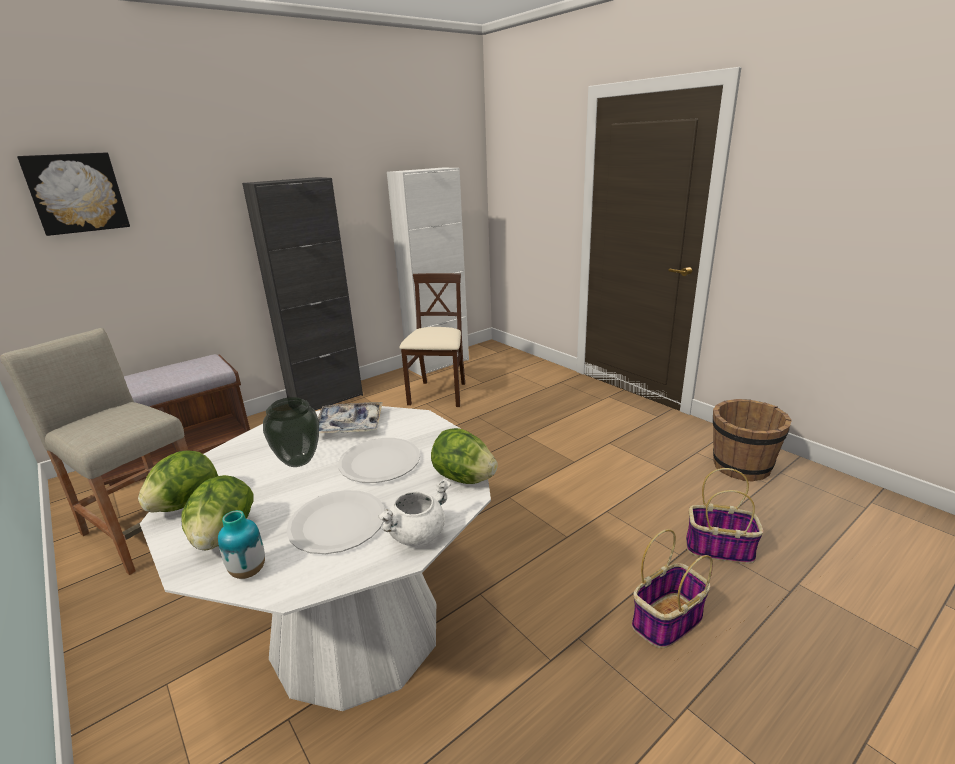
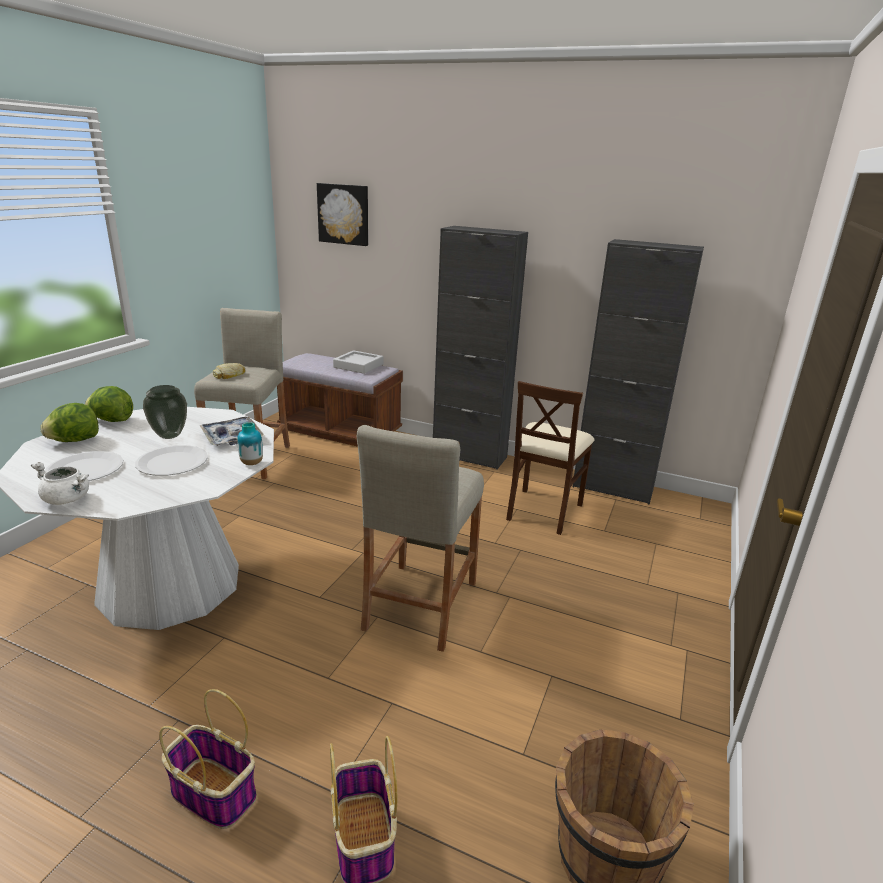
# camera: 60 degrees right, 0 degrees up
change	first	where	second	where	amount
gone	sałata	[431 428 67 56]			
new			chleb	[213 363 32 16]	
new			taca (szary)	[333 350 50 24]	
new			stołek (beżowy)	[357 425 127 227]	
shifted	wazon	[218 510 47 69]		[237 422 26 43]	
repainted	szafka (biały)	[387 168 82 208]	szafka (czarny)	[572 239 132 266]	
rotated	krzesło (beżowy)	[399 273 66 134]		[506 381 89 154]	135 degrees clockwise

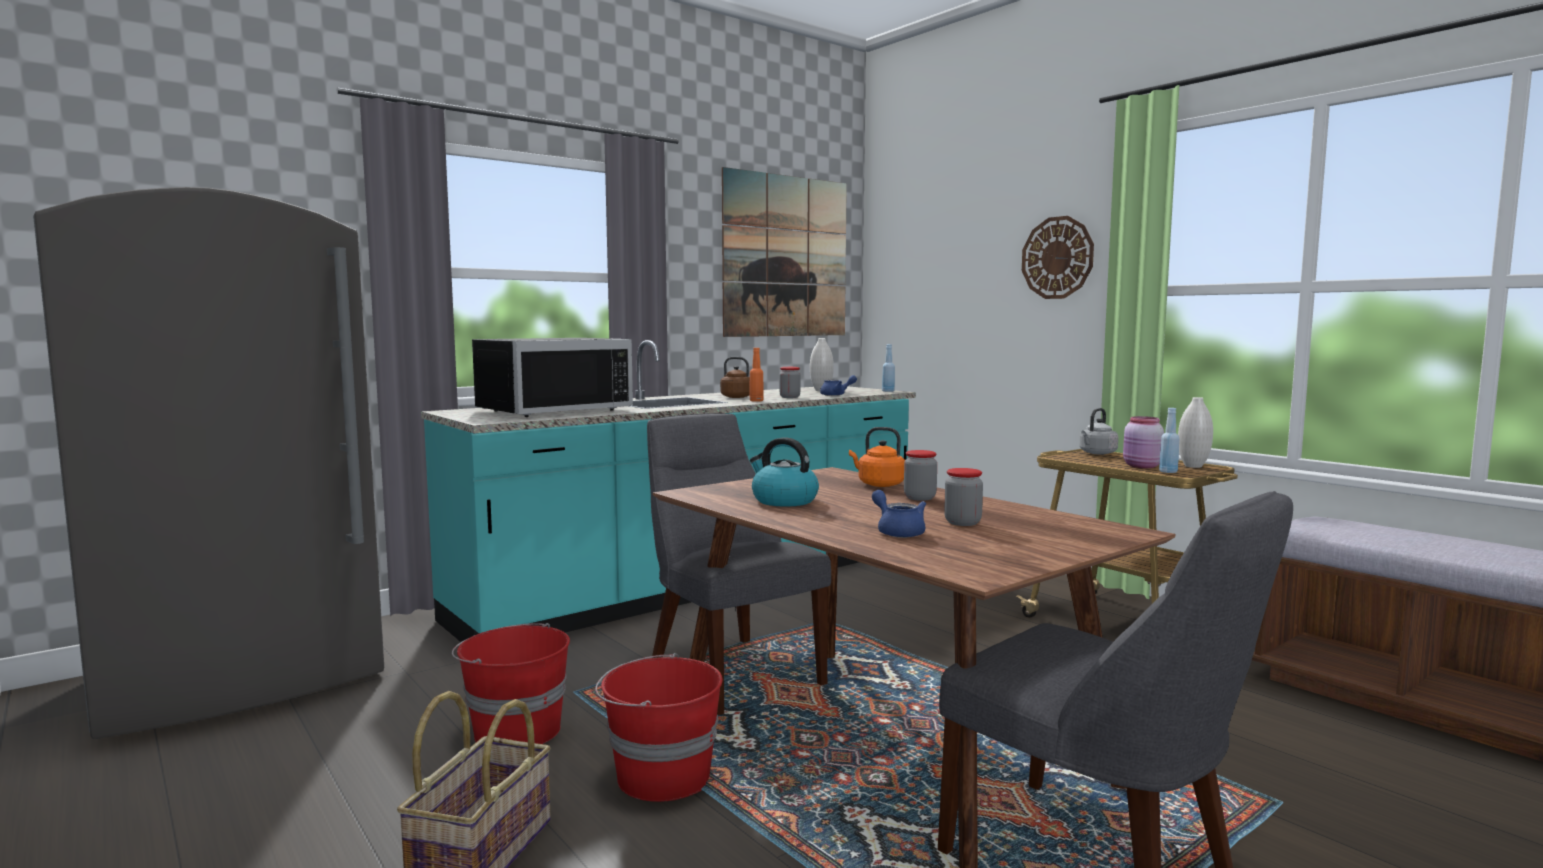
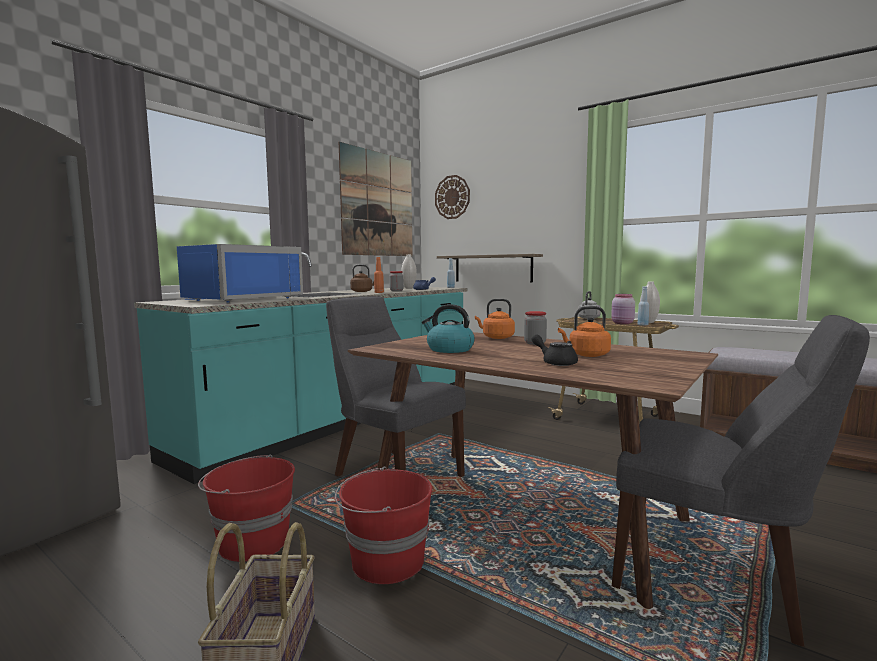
# camera: 15 degrees left, 0 degrees up
change	first	where	second	where	amount
new			półka	[437 254 106 28]	
shifted	zegar ścienny	[1022 216 72 83]		[435 175 35 44]	
swapped	słoik	[944 468 39 58]	czajnik (pomarańczowy)	[558 306 53 51]	
repainted	mikrofalówka (czarny)	[472 338 161 79]	mikrofalówka (niebieski)	[177 244 126 59]	
repainted	imbryk (niebieski)	[872 490 54 48]	imbryk (czarny)	[532 335 46 31]	

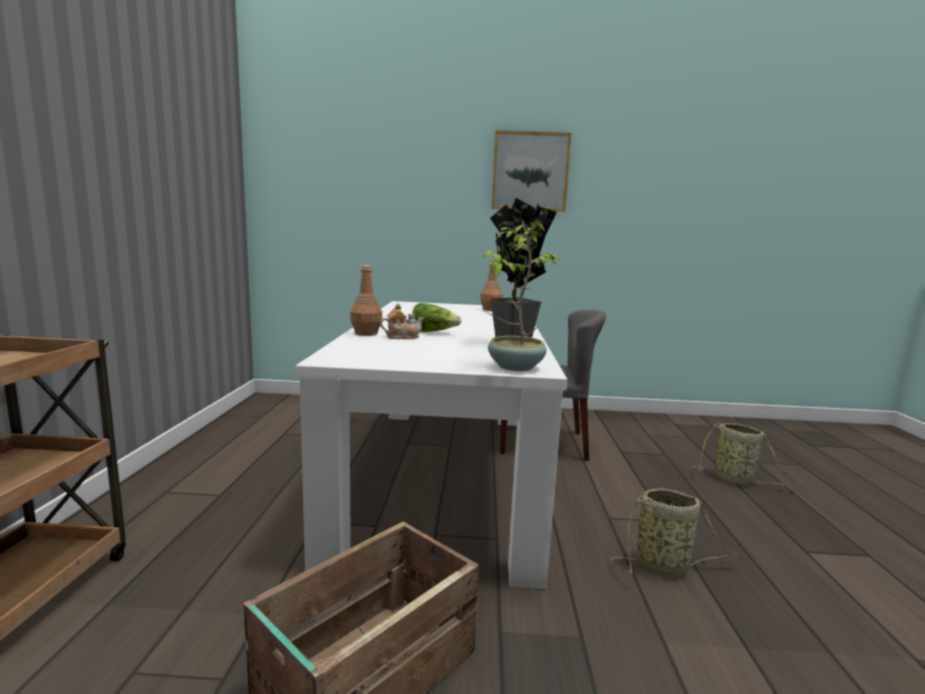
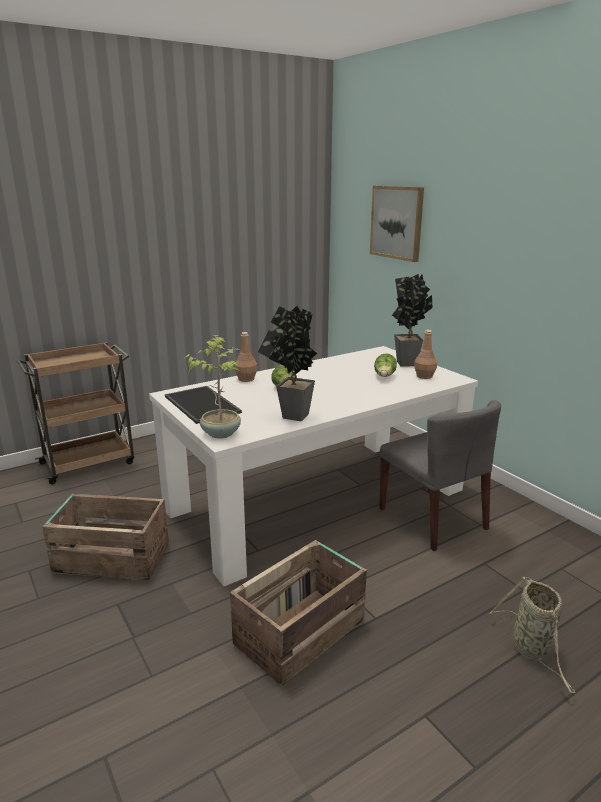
# camera: 55 degrees right, 10 degrees up
change	first	where	second	where	amount
gone	imbryk	[380 303 44 36]			
new			taca	[165 386 77 38]	
new			sałata	[374 353 23 24]	
new			roślina doniczkowa	[392 274 40 93]	
shifted	obraz	[491 130 80 82]		[370 186 54 76]	
swapped	koszyk	[610 488 129 89]	skrzynka	[230 540 137 146]	

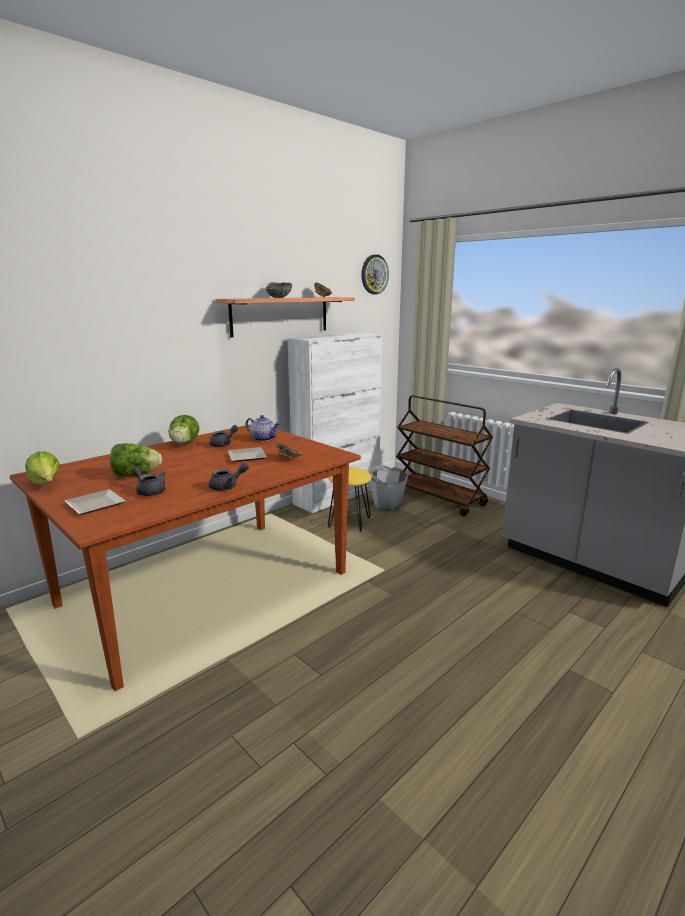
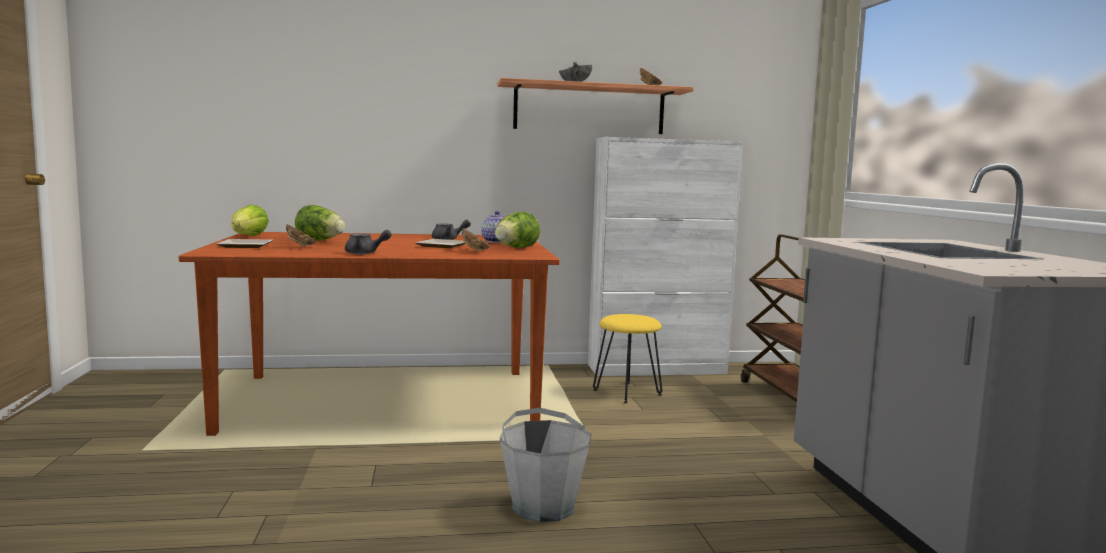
# camera: 35 degrees right, 10 degrees down
change	first	where	second	where	amount
gone	zegar ścienny	[361 254 28 40]			
shifted	sałata	[168 415 32 29]		[495 212 45 36]	
shifted	wiadro (szary)	[370 466 37 45]		[500 408 91 114]	
swapped	imbryk (szary)	[132 466 34 30]	miska	[286 224 31 23]	

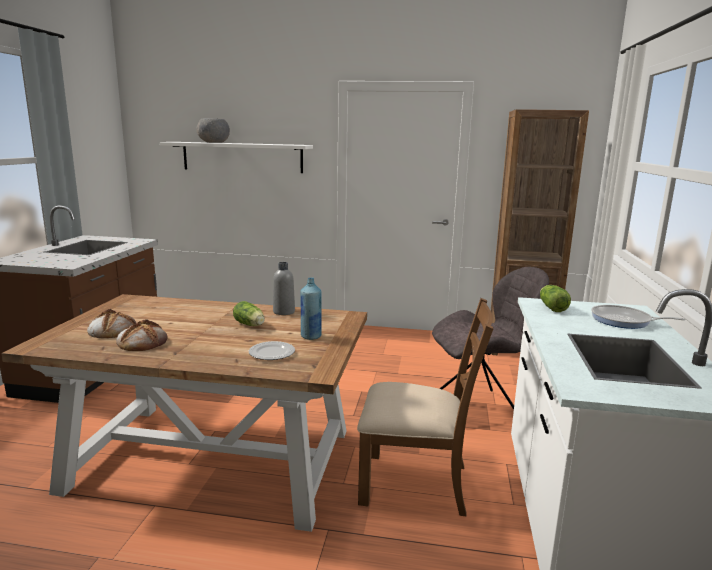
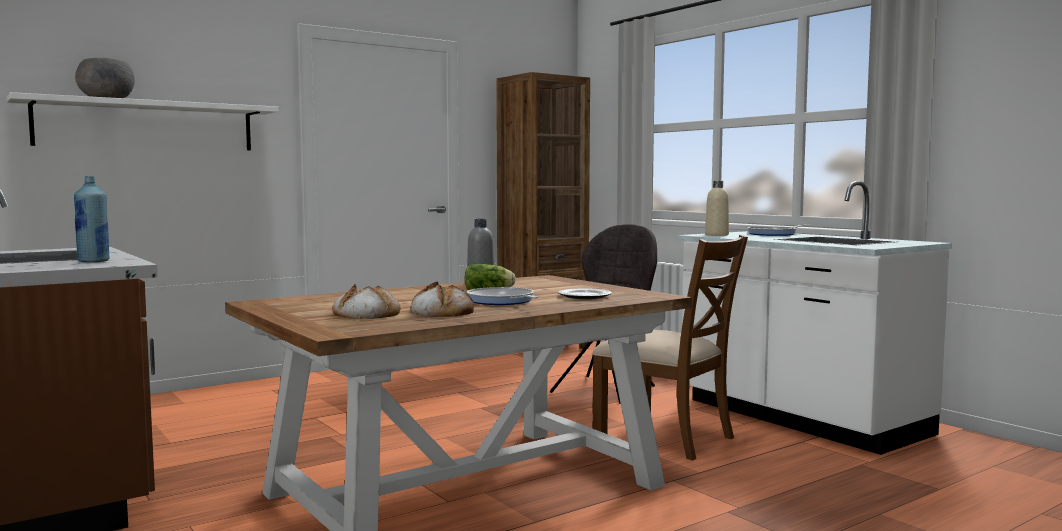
# camera: 45 degrees left, 10 degrees down
change	first	where	second	where	amount
new			patelnia	[467 287 71 18]	
shifted	butelka (niebieski)	[301 277 21 63]		[74 176 36 87]	
swapped	sałata	[540 285 31 27]	butelka (beżowy)	[705 181 24 55]	
rotated	krzesło (brązowy)	[357 298 136 218]		[592 235 156 225]	75 degrees clockwise

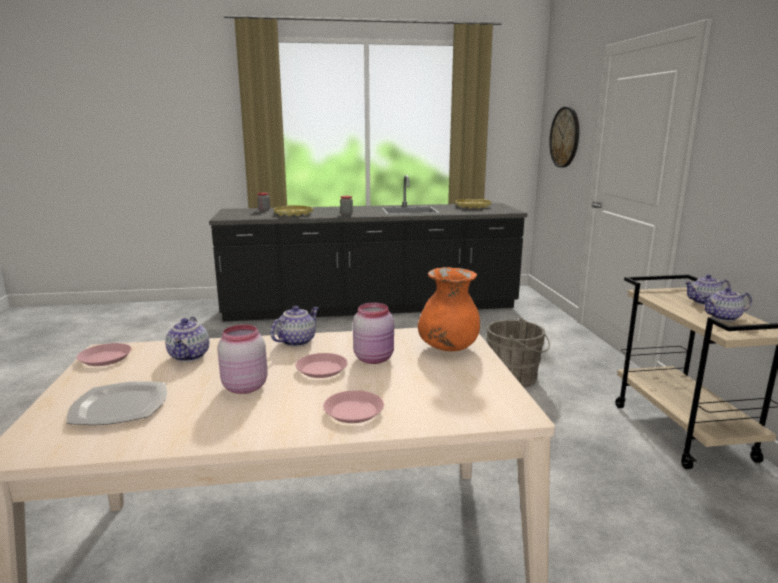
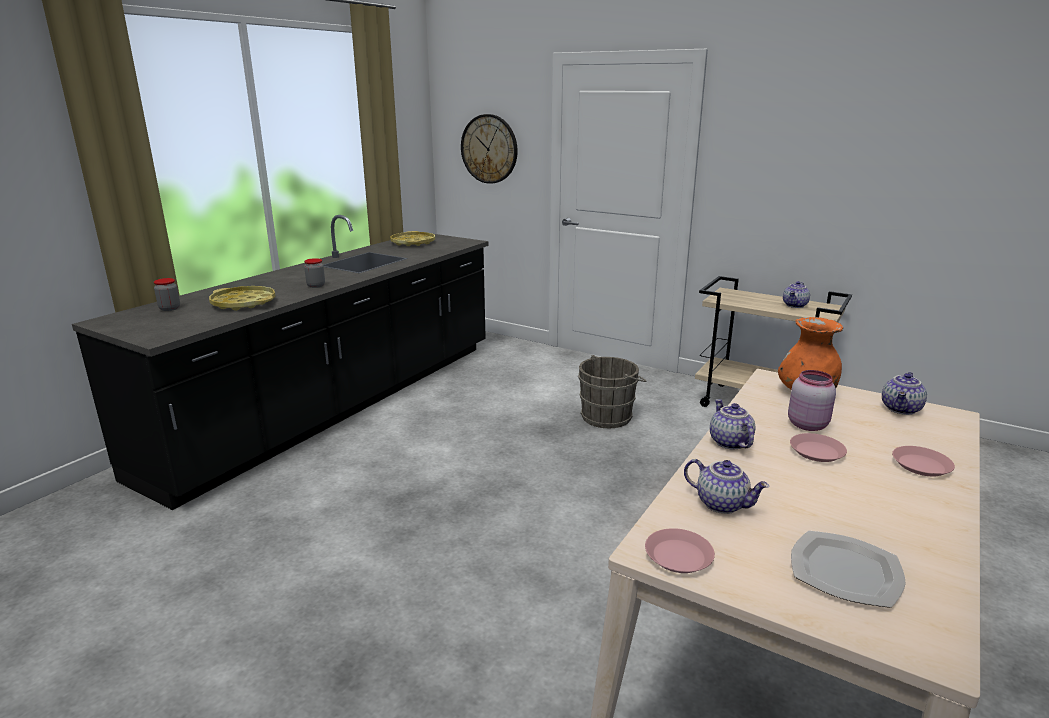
# camera: 50 degrees left, 5 degrees up
change	first	where	second	where	amount
gone	słoik (różowy)	[217 324 51 70]			
shifted	imbryk	[684 275 47 30]		[882 372 45 43]	

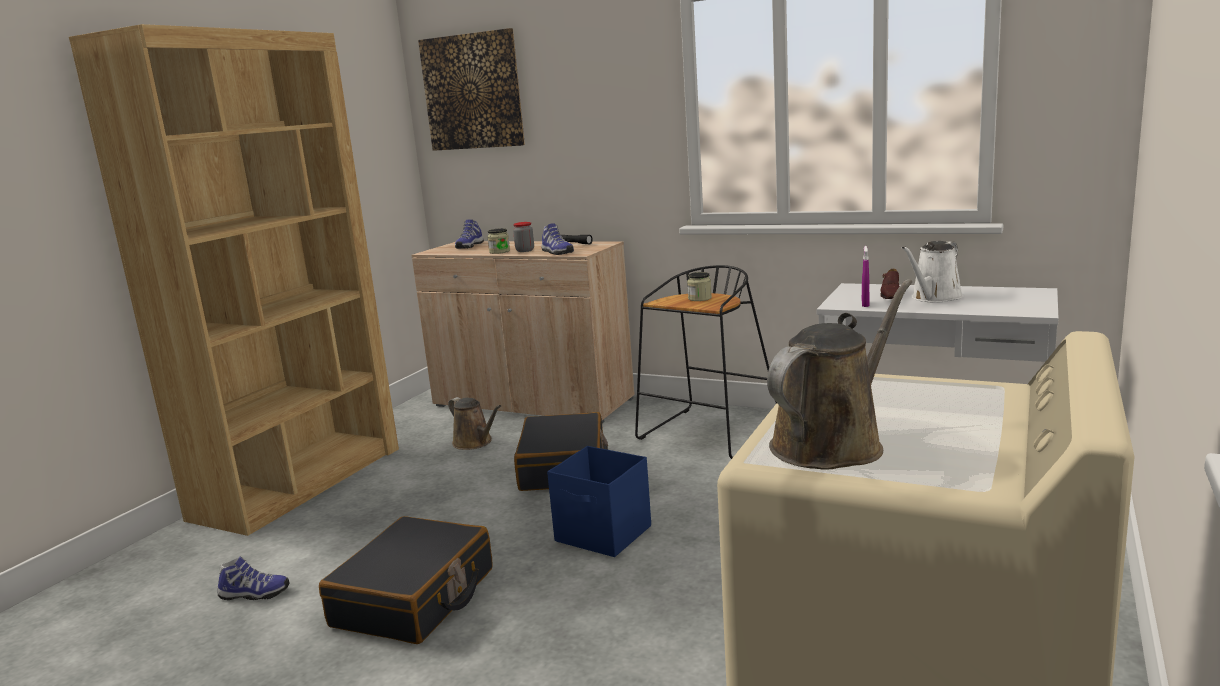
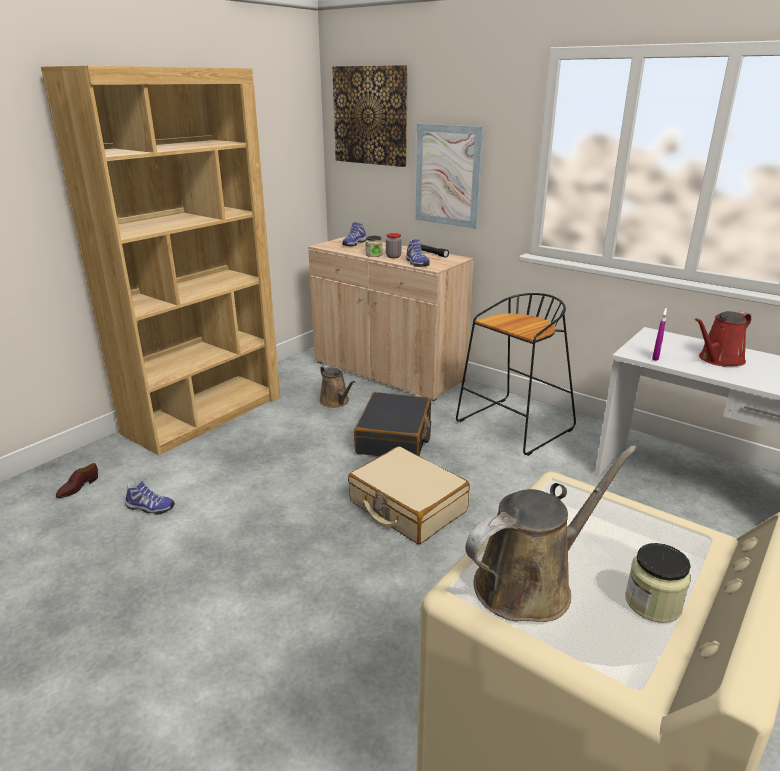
# camera: 10 degrees right, 10 degrees up
change	first	where	second	where	amount
gone	walizka (czarny)	[319 516 174 128]			
new			obraz	[415 124 68 105]	
shifted	słoik	[687 272 25 29]		[625 543 66 80]	
shifted	but (brązowy)	[880 269 20 30]		[56 463 42 35]	
swapped	pojemnik do przechowywania (niebieski)	[547 446 104 111]	walizka (beżowy)	[348 446 122 98]	
repainted	konewka (biały)	[902 241 61 61]	konewka (czerwony)	[695 311 56 55]	

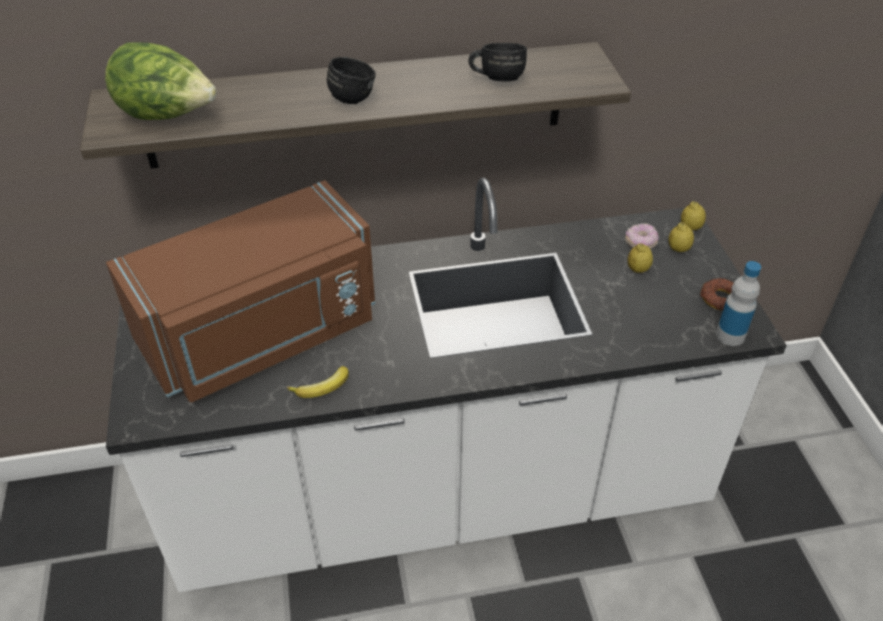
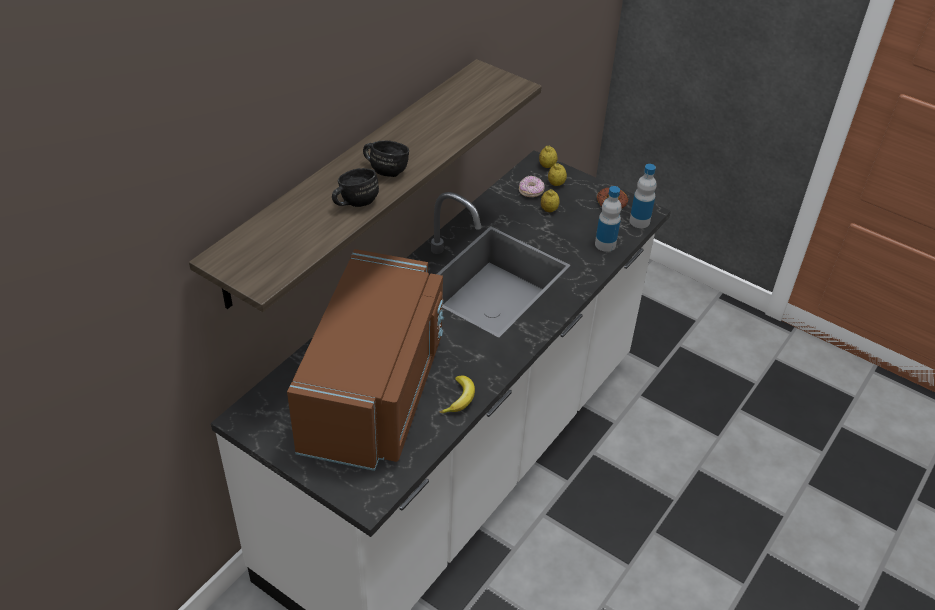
# camera: 45 degrees left, 0 degrees up
change	first	where	second	where	amount
gone	sałata	[105 43 112 77]			
new			butelka	[595 186 27 66]	
shifted	kubek (czarny)	[468 43 59 39]		[332 168 47 39]	

